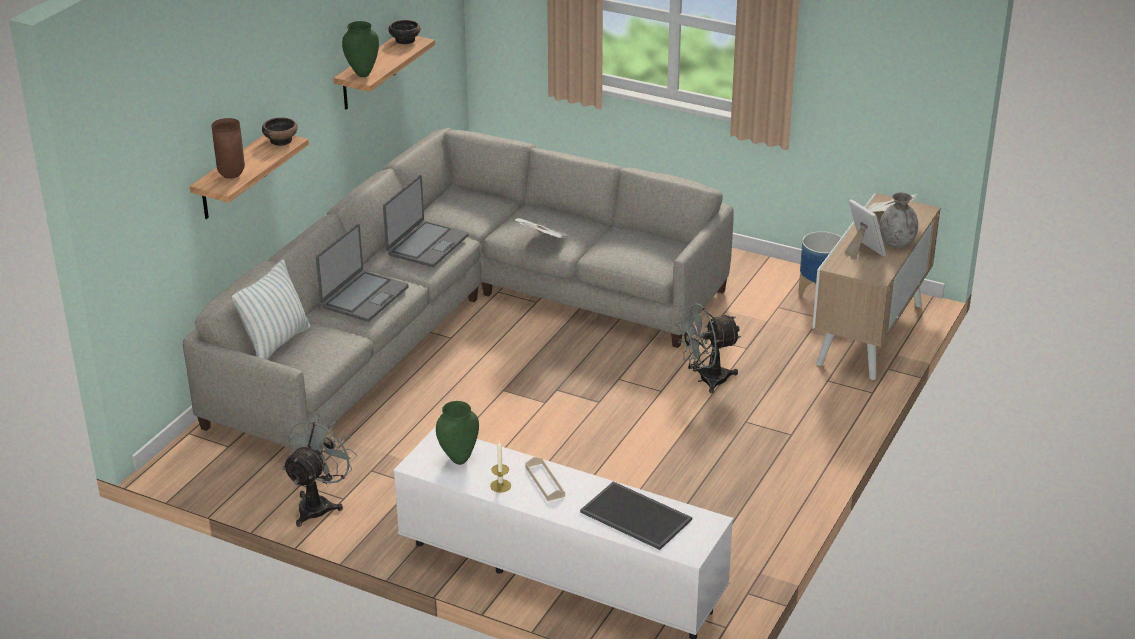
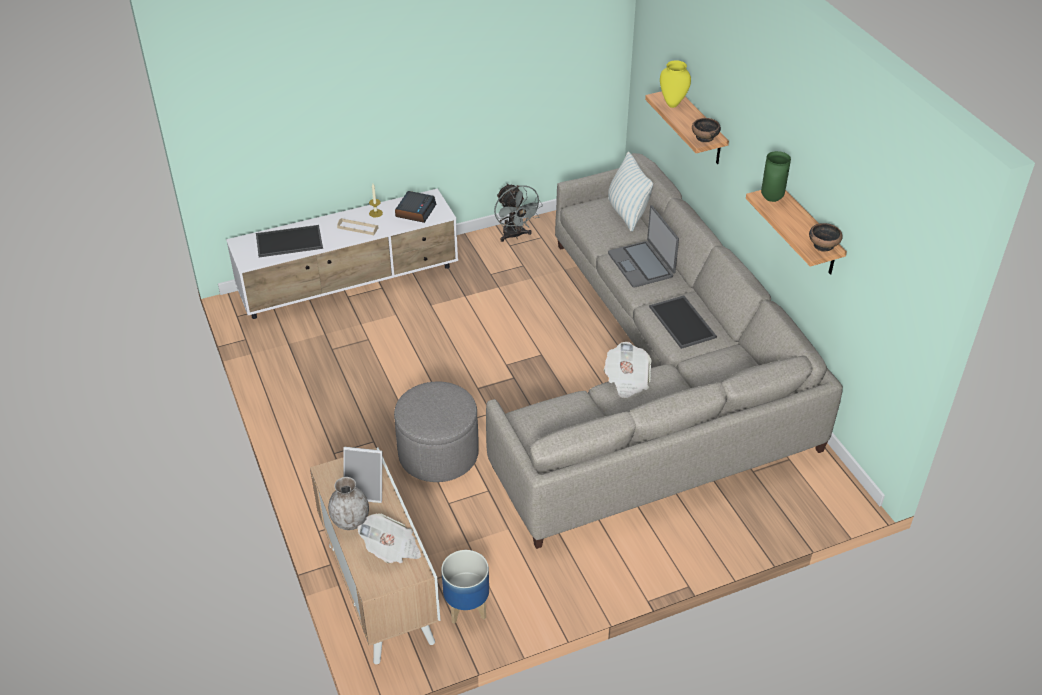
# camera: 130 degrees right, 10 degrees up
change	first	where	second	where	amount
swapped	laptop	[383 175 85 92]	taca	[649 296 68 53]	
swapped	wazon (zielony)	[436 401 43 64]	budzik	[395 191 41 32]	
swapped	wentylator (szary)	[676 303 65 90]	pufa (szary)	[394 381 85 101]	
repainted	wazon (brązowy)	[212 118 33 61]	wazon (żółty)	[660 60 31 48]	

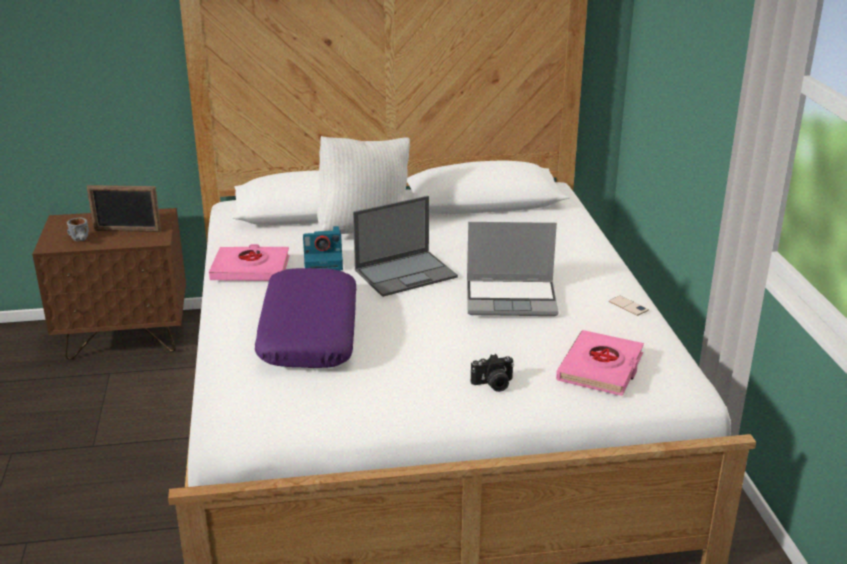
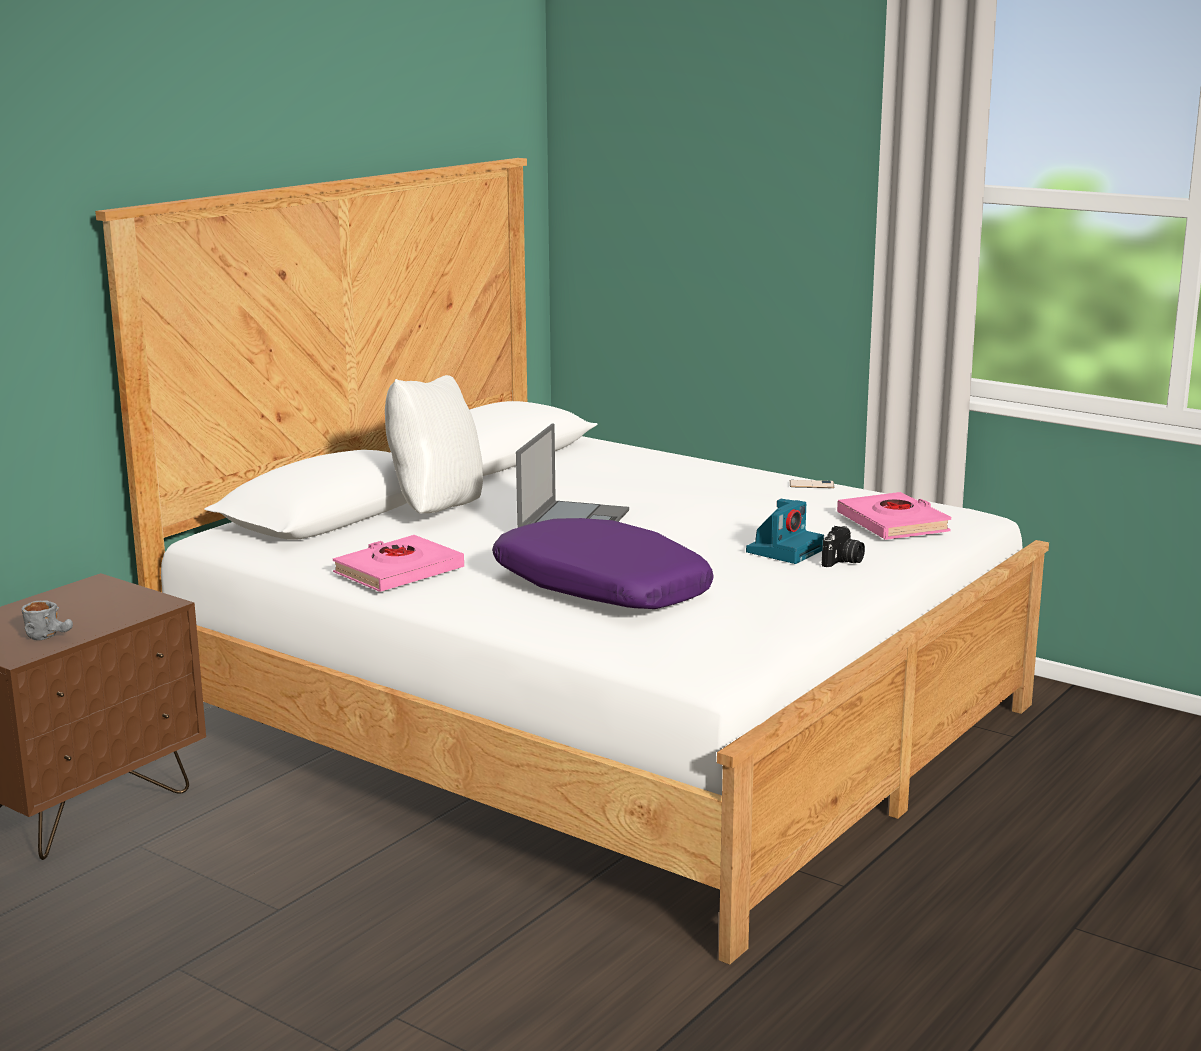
# camera: 45 degrees left, 10 degrees down
change	first	where	second	where	amount
gone	ramka na zdjęcie	[86 185 75 47]			
gone	laptop	[467 222 92 94]			
shifted	aparat fotograficzny	[303 226 40 44]		[746 499 78 65]	

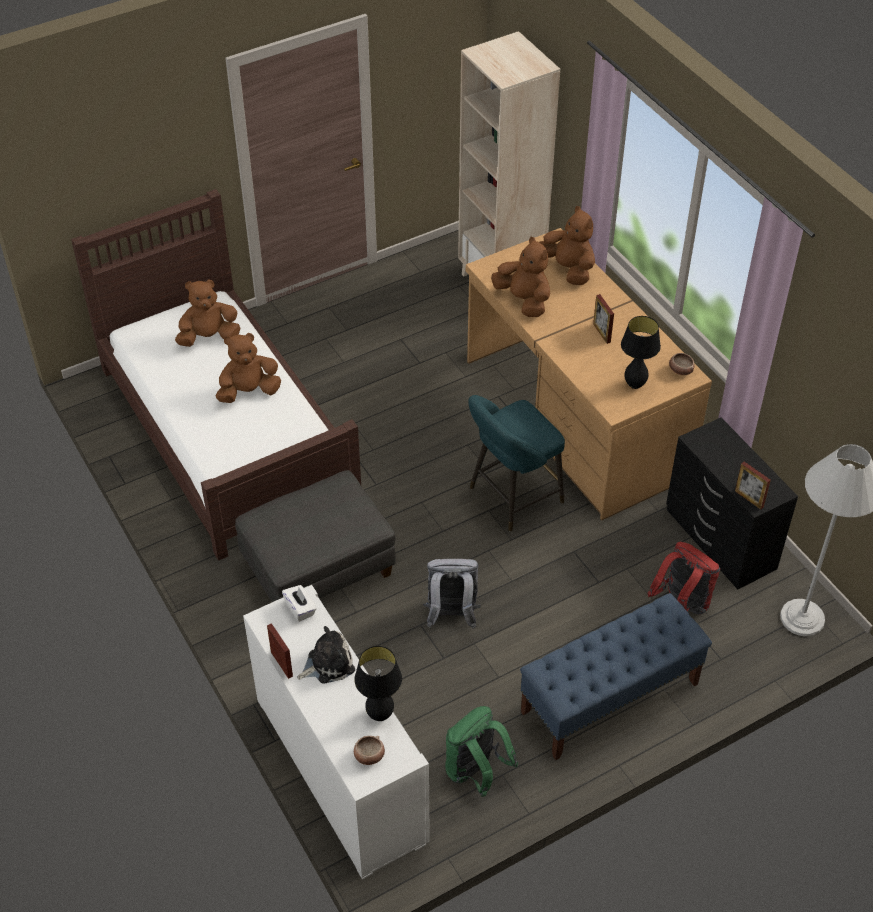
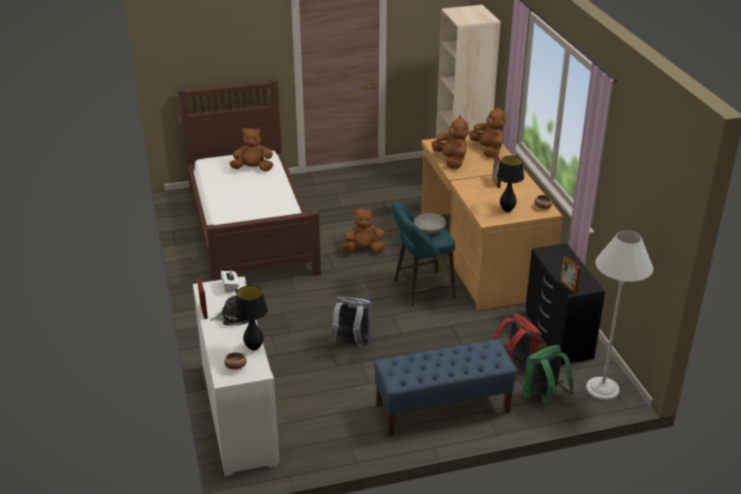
# camera: 15 degrees right, 15 degrees down
change	first	where	second	where	amount
gone	pufa (szary)	[235 470 161 132]			
new			miska (szary)	[414 213 32 22]	
shifted	pluszak (brązowy)	[216 333 65 70]		[341 208 45 45]	
shifted	plecak (zielony)	[445 706 73 91]		[523 345 51 60]	

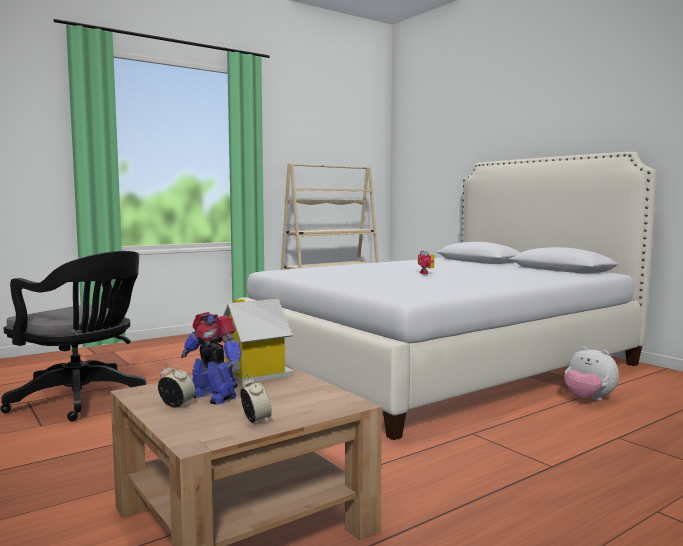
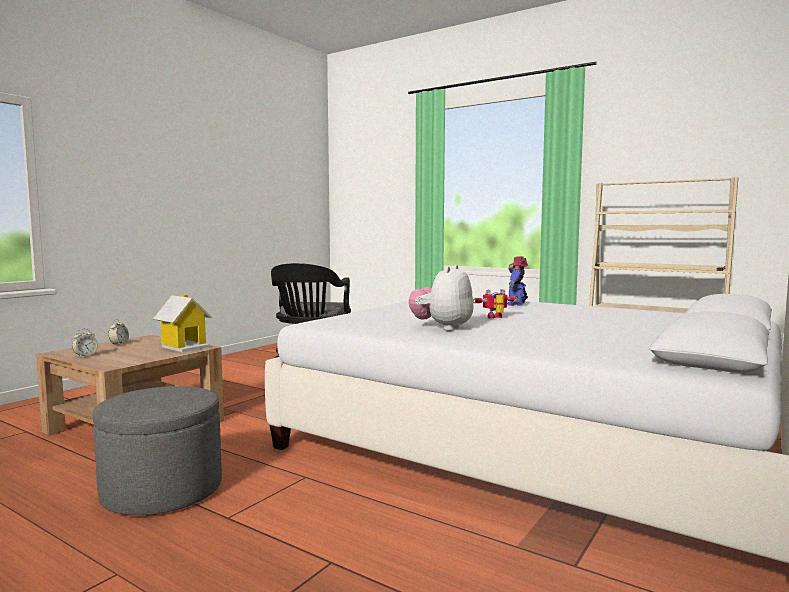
# camera: 70 degrees right, 0 degrees up
change	first	where	second	where	amount
new			pufa (szary)	[93 386 129 129]	
shifted	robot zabawkowy	[181 312 60 93]		[507 256 21 50]	
shifted	pluszak	[564 346 55 54]		[409 265 65 66]	

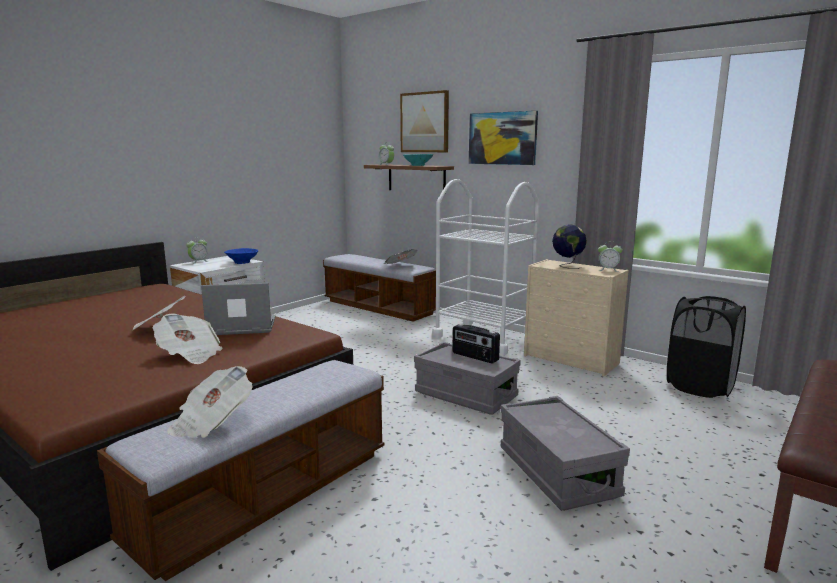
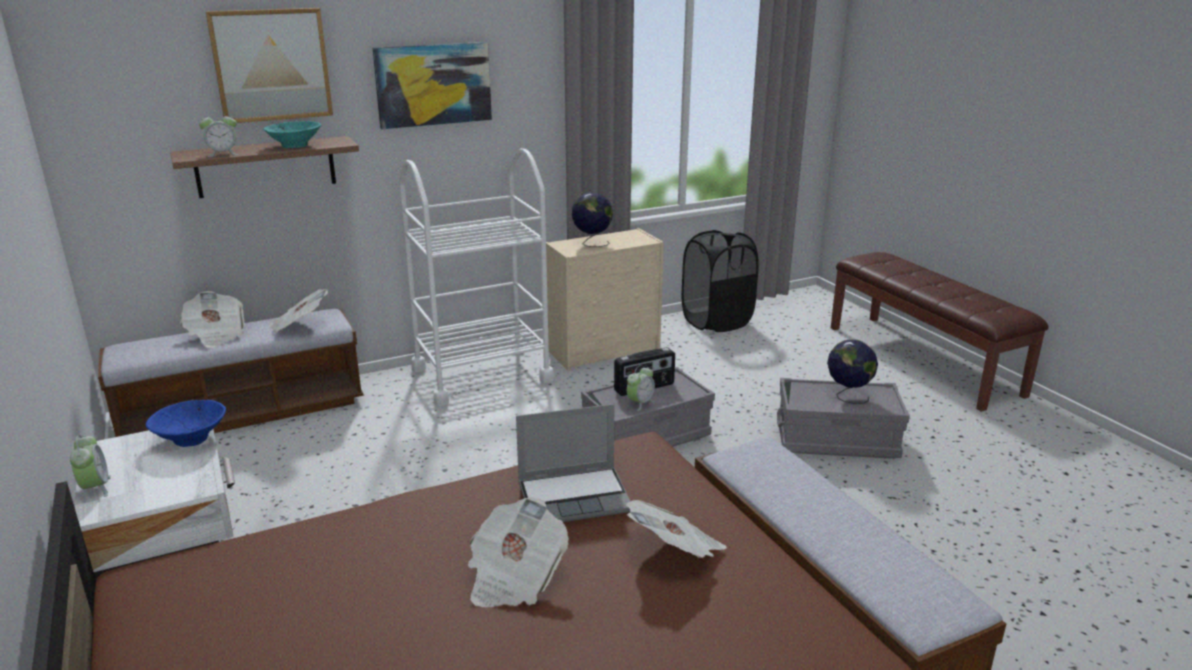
# camera: 65 degrees left, 10 degrees up
change	first	where	second	where	amount
new			globus	[827 340 51 64]	
shifted	gazeta	[167 366 85 72]		[180 291 65 57]	
shifted	budzik	[598 241 25 31]		[627 365 28 46]	
rotated	laptop	[201 283 74 52]		[516 404 115 118]	120 degrees counterclockwise

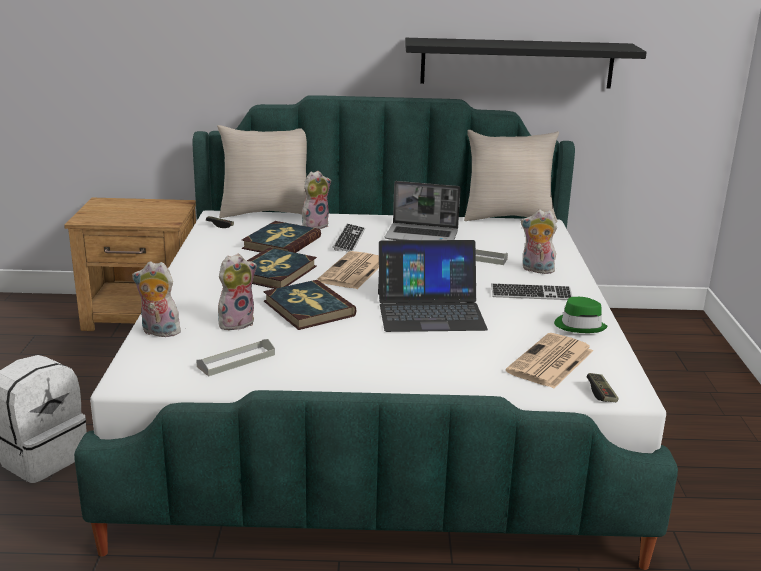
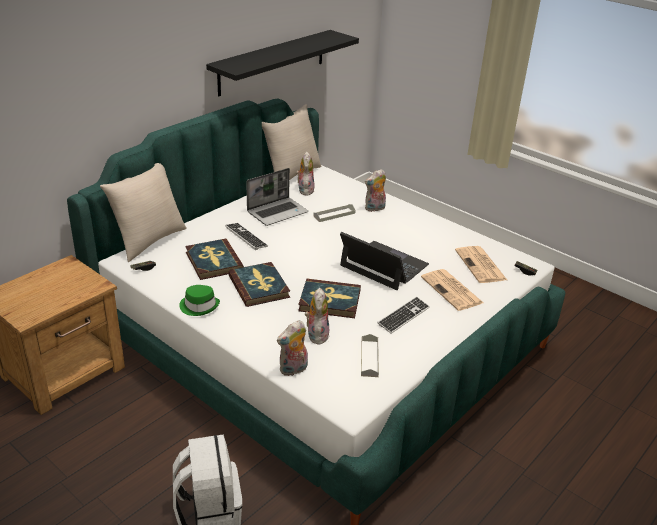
# camera: 50 degrees left, 10 degrees up
change	first	where	second	where	amount
shifted	pluszak	[302 171 29 58]		[296 152 18 43]	
shifted	gazeta	[317 251 62 38]		[421 269 62 42]	
shifted	klawiatura	[491 283 81 17]		[377 296 53 38]	
shifted	kapelusz (zielony)	[554 297 54 36]		[179 285 41 31]	
rotated	laptop	[378 240 110 92]		[340 232 89 58]	90 degrees counterclockwise

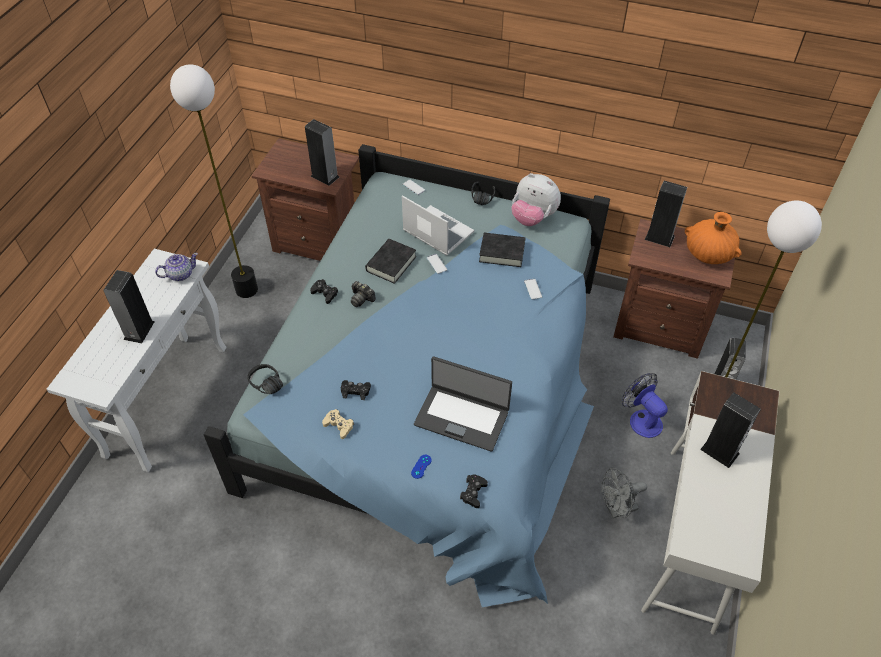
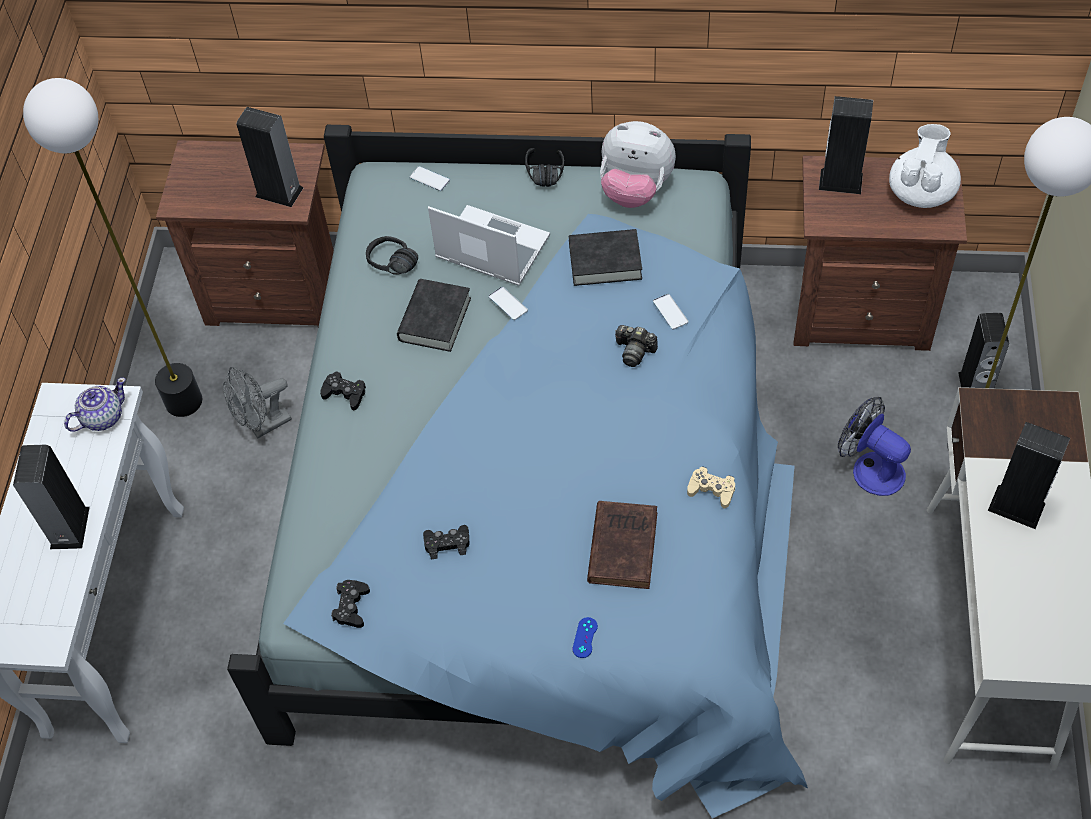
# camera: 10 degrees left, 5 degrees up
change	first	where	second	where	amount
shifted	słuchawki (czarny)	[248 364 35 30]		[366 236 52 39]	
shifted	pad do gier (beżowy)	[322 409 32 30]		[687 466 48 42]	
shifted	aparat fotograficzny	[351 281 25 26]		[615 325 43 42]	
shifted	pad do gier (czarny)	[460 474 28 34]		[331 580 39 48]	
shifted	wentylator (szary)	[601 468 46 50]		[223 367 69 71]	
swapped	laptop	[414 356 98 96]	książka (brązowy)	[587 501 70 88]	
swapped	wazon (pomarańczowy)	[685 212 57 52]	imbryk (biały)	[889 124 72 84]	

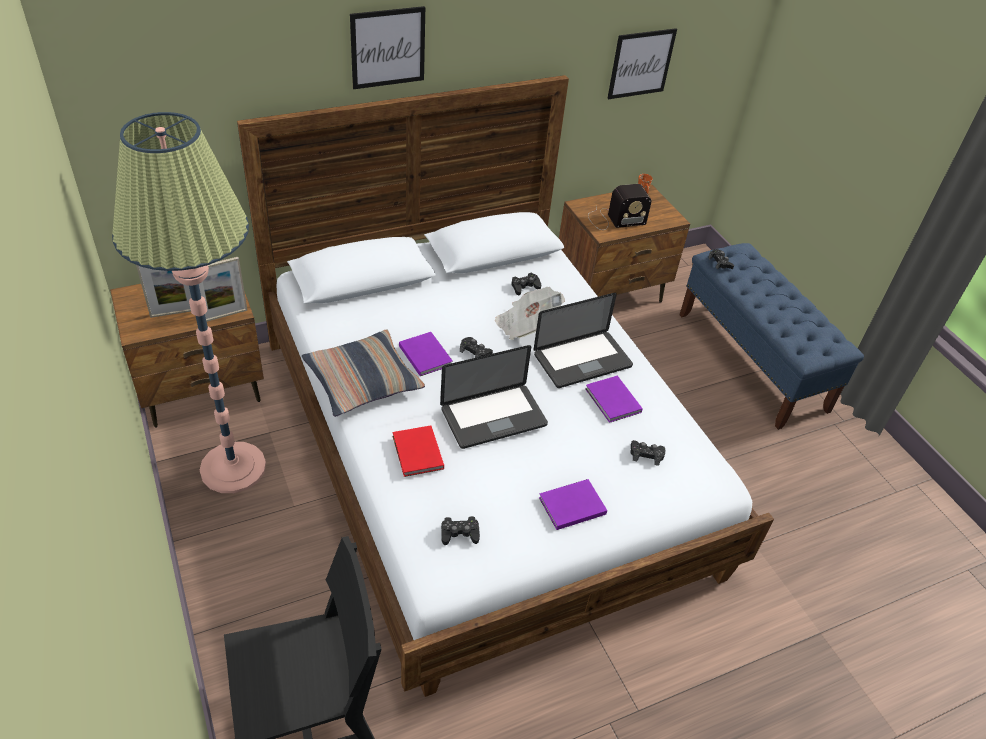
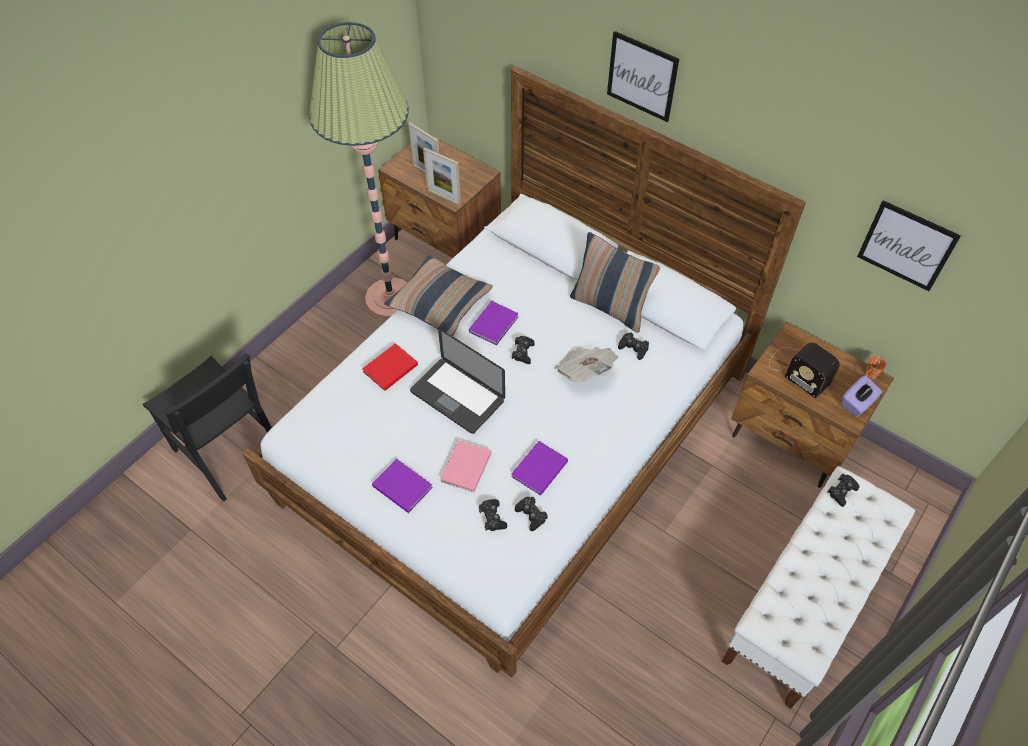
# camera: 65 degrees right, 10 degrees up
change	first	where	second	where	amount
gone	laptop	[534 293 99 95]			
new			książka (różowy)	[440 440 51 52]	
new			poduszka	[570 232 90 101]	
new			pudełko chusteczek (fioletowy)	[841 375 41 42]	
shifted	pad do gier (czarny)	[441 516 39 29]		[515 497 33 34]	
repainted	ławka (niebieski)	[680 243 184 187]	ławka (biały)	[722 466 193 243]	

